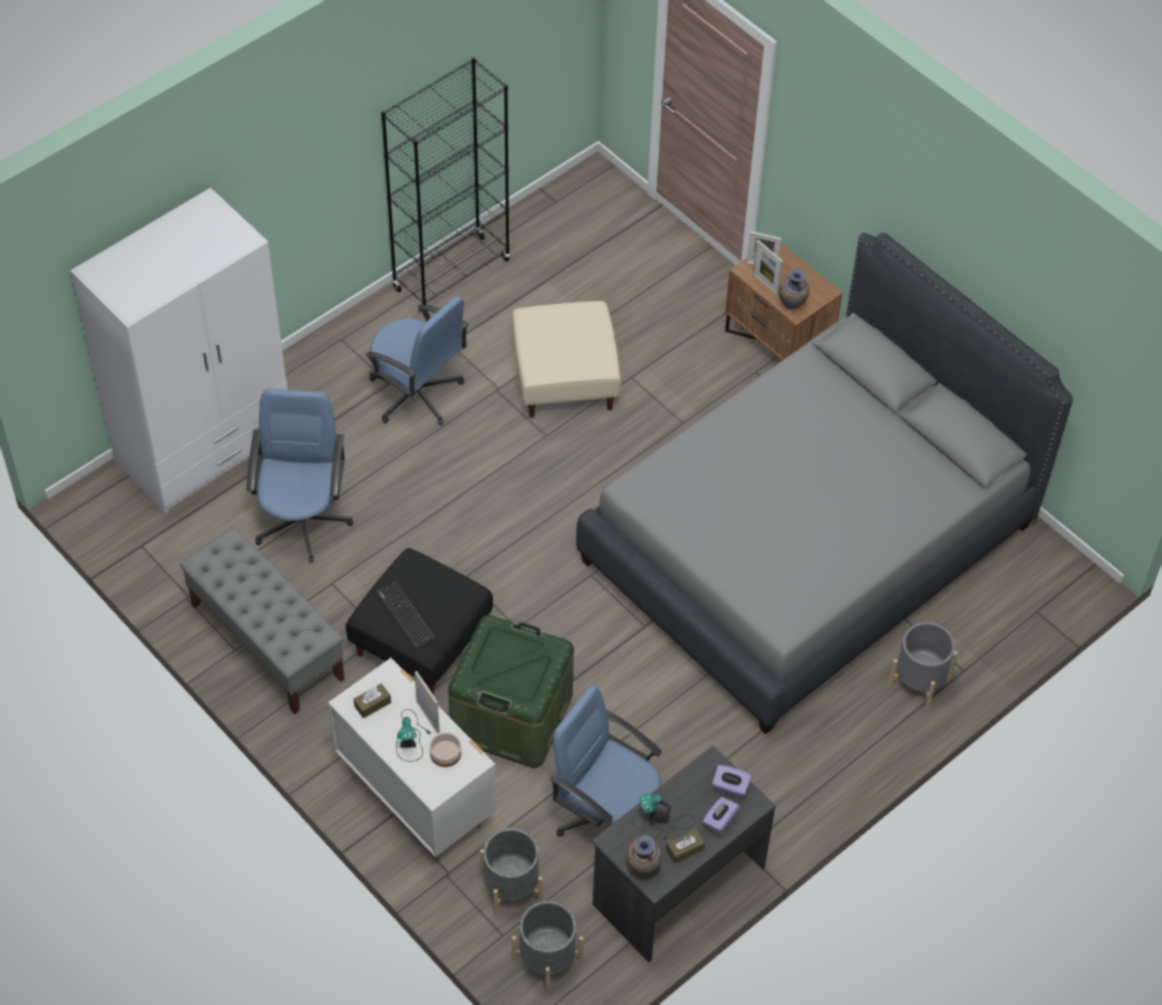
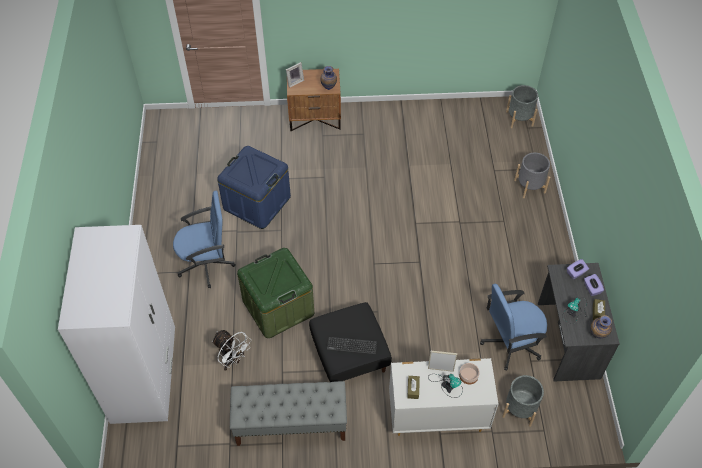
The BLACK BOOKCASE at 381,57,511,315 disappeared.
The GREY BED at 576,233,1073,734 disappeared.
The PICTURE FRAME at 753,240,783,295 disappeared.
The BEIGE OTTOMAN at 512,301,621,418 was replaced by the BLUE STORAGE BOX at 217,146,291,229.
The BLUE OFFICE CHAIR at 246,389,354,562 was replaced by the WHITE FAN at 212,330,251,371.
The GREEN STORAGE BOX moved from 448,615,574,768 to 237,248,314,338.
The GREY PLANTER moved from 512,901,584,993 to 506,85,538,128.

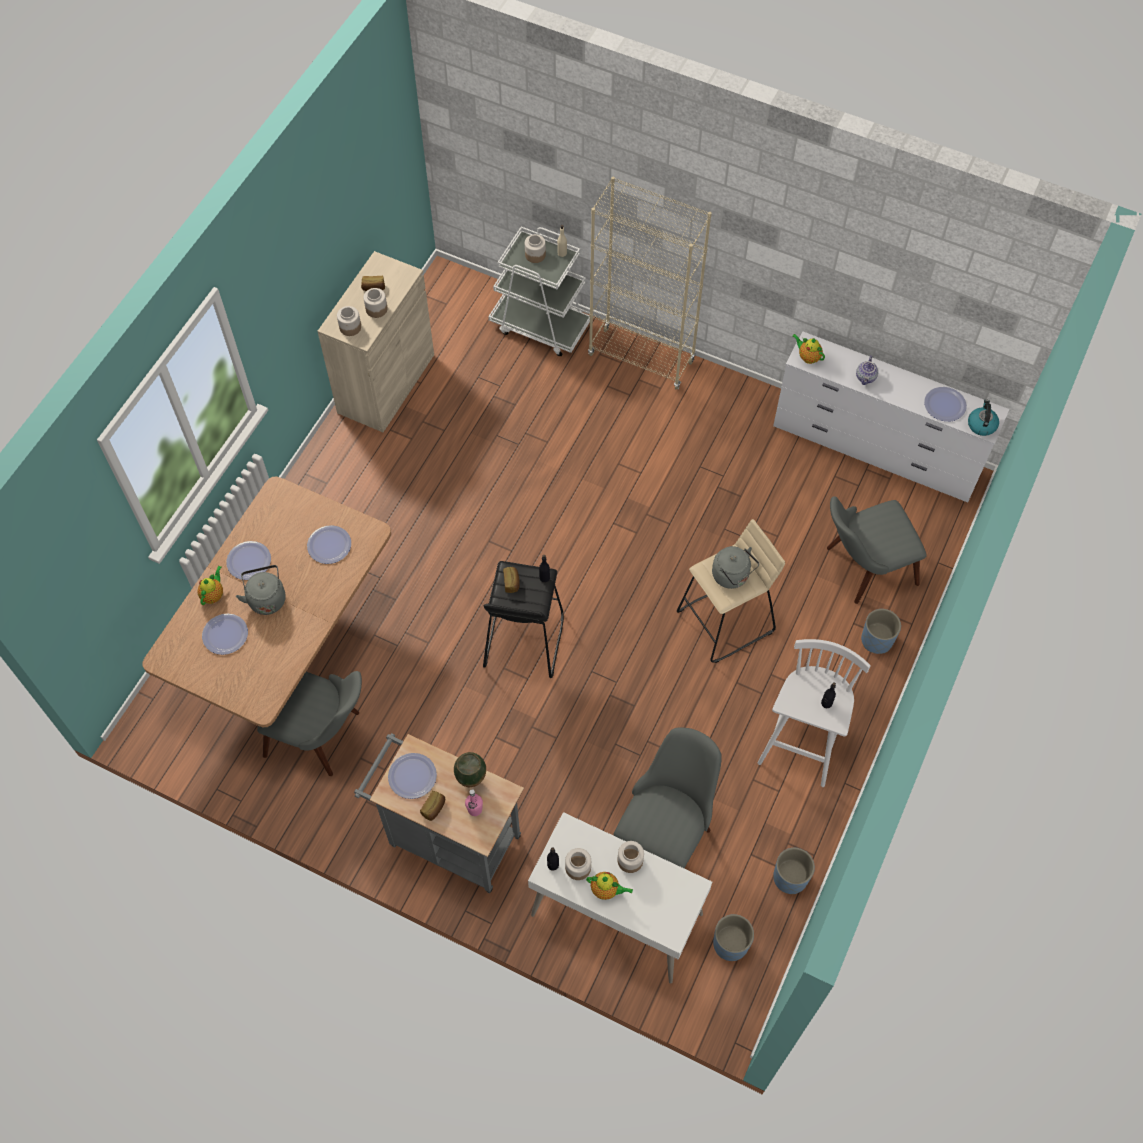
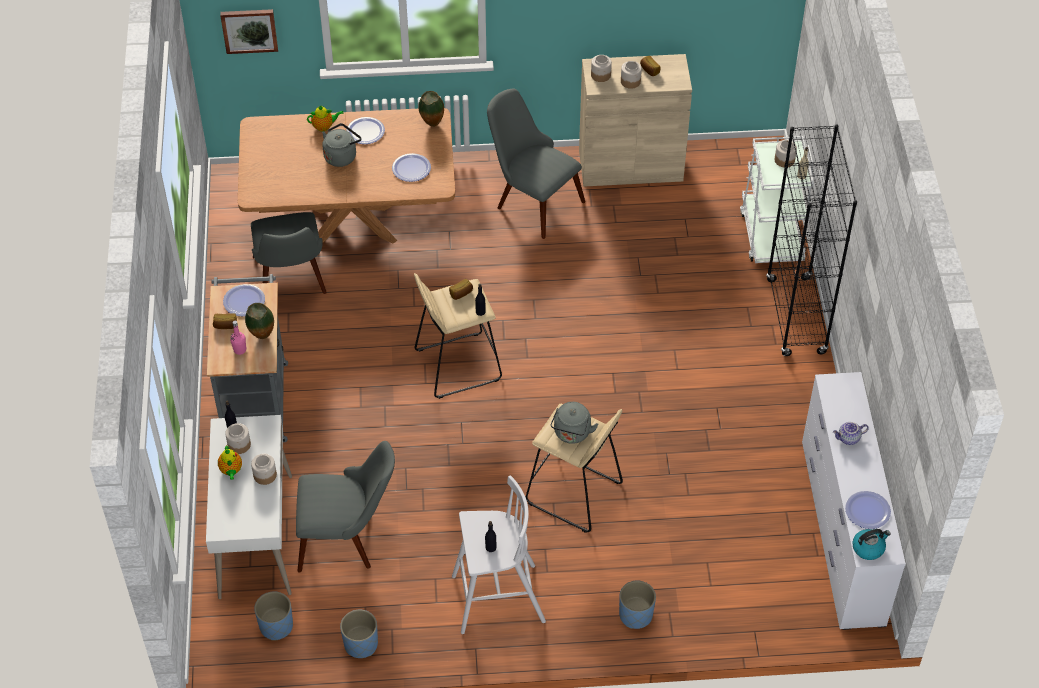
The BEIGE BOOKCASE at 588,177,712,390 became the BLACK BOOKCASE at 766,124,857,356.
The TEAPOT at 792,334,825,364 disappeared.
The GREY CHAIR moved from 827,496,926,604 to 487,89,585,239.
The BLACK STOOL at 483,561,564,678 became the BEIGE STOOL at 414,273,502,399.
The PLATE at 202,614,248,655 disappeared.
The PICTURE at 220,9,278,54 appeared.
The VASE at 418,91,444,127 appeared.

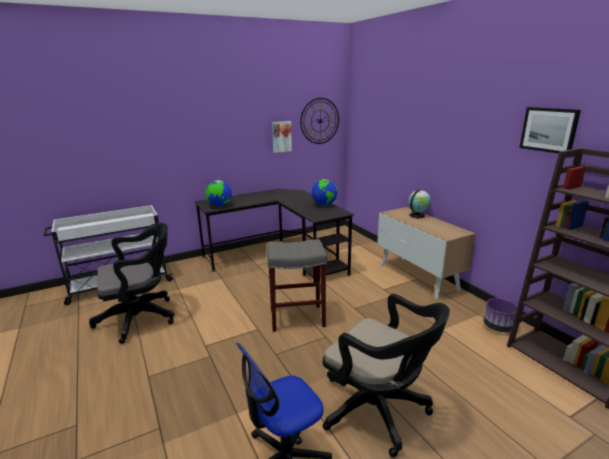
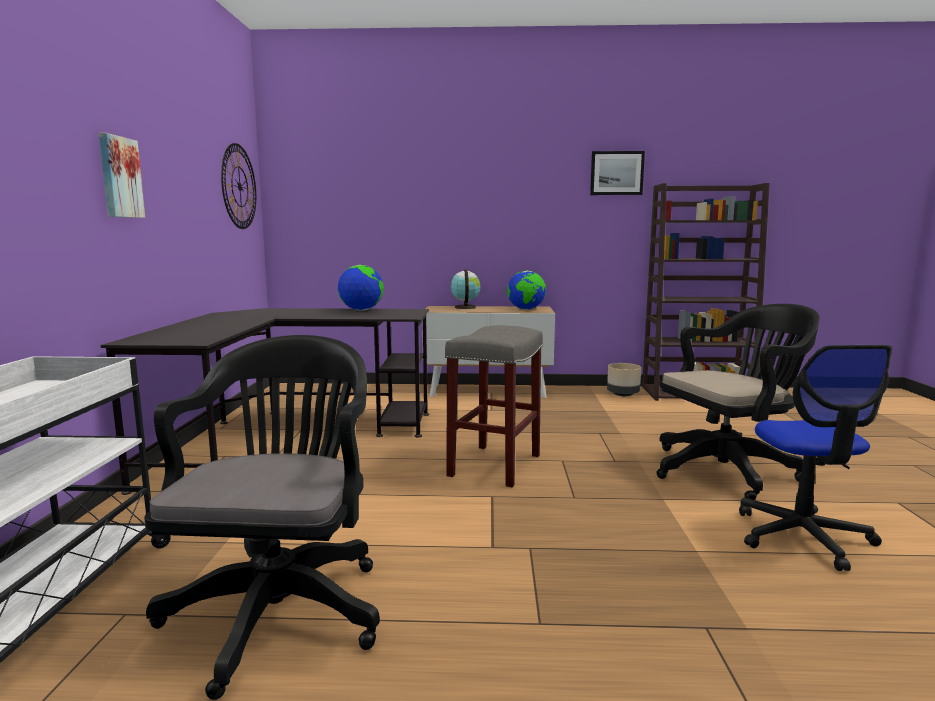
The PICTURE moved from 272,121,292,153 to 99,133,145,218.
The GLOBE moved from 205,180,232,206 to 507,271,546,310.
The PURPLE PLANTER at 483,298,517,332 became the BEIGE PLANTER at 607,363,641,396.

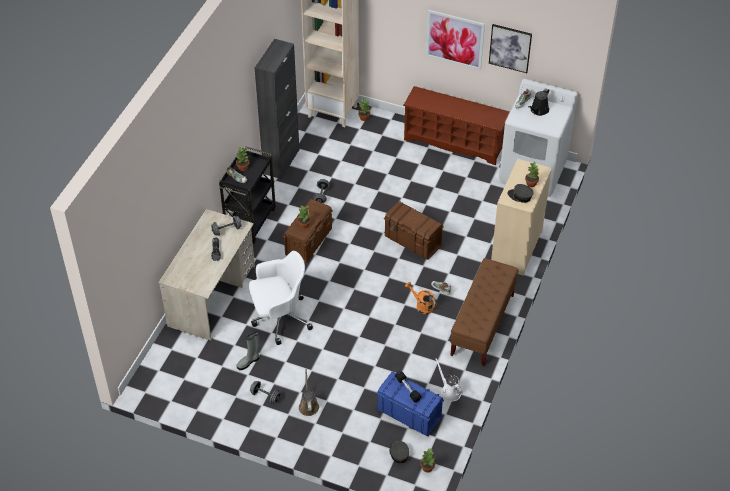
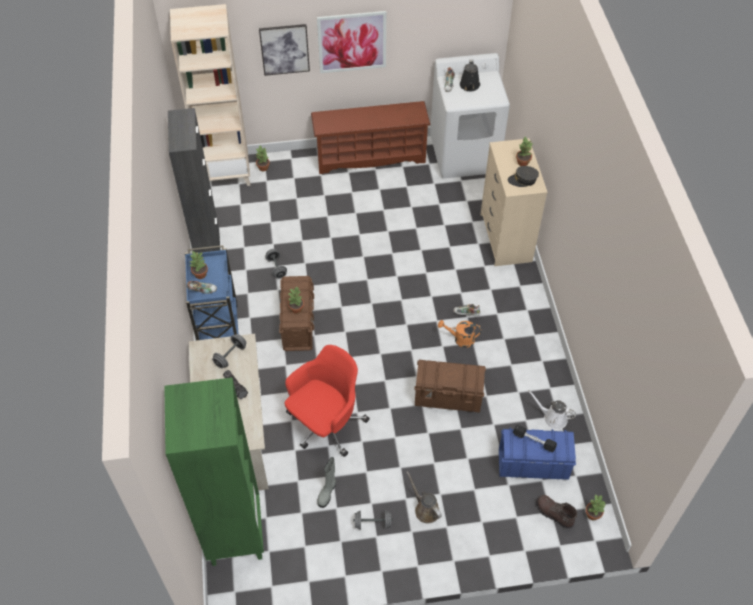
The PICTURE moved from 489,24,532,73 to 259,24,310,76.
The BLACK CART at 219,147,276,244 became the BLUE CART at 185,245,238,340.
The BROWN STORAGE BOX moved from 384,201,444,260 to 414,360,486,412.
The WHITE OFFICE CHAIR at 249,251,313,345 became the RED OFFICE CHAIR at 284,345,370,457.
The BROWN BENCH at 451,258,518,366 disappeared.
The GREY CAP at 390,441,409,463 was replaced by the BROWN BOOT at 536,495,577,529.
The GREEN BOOKCASE at 164,378,264,566 appeared.

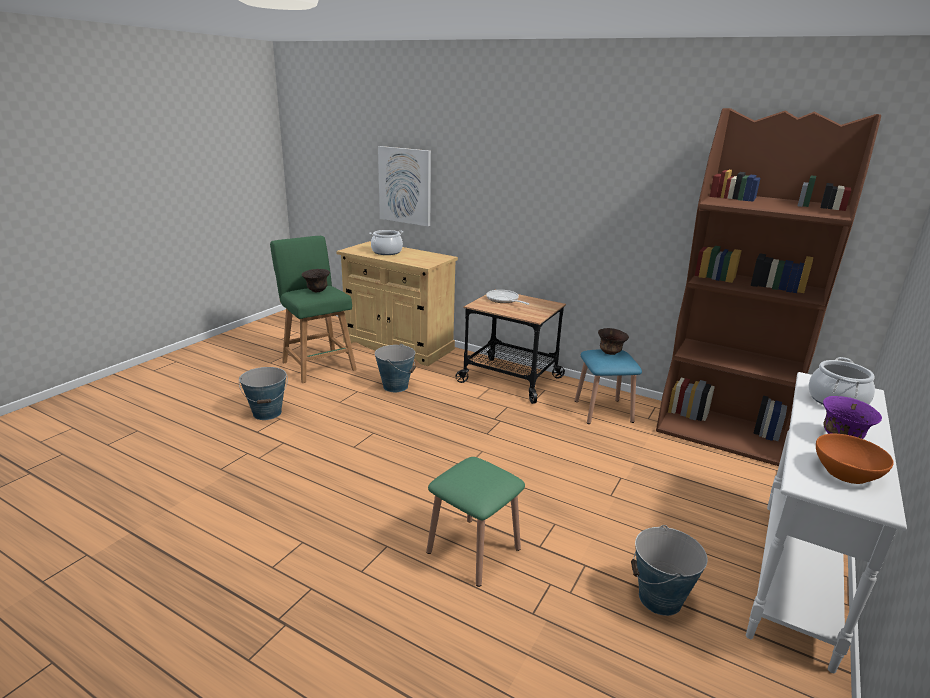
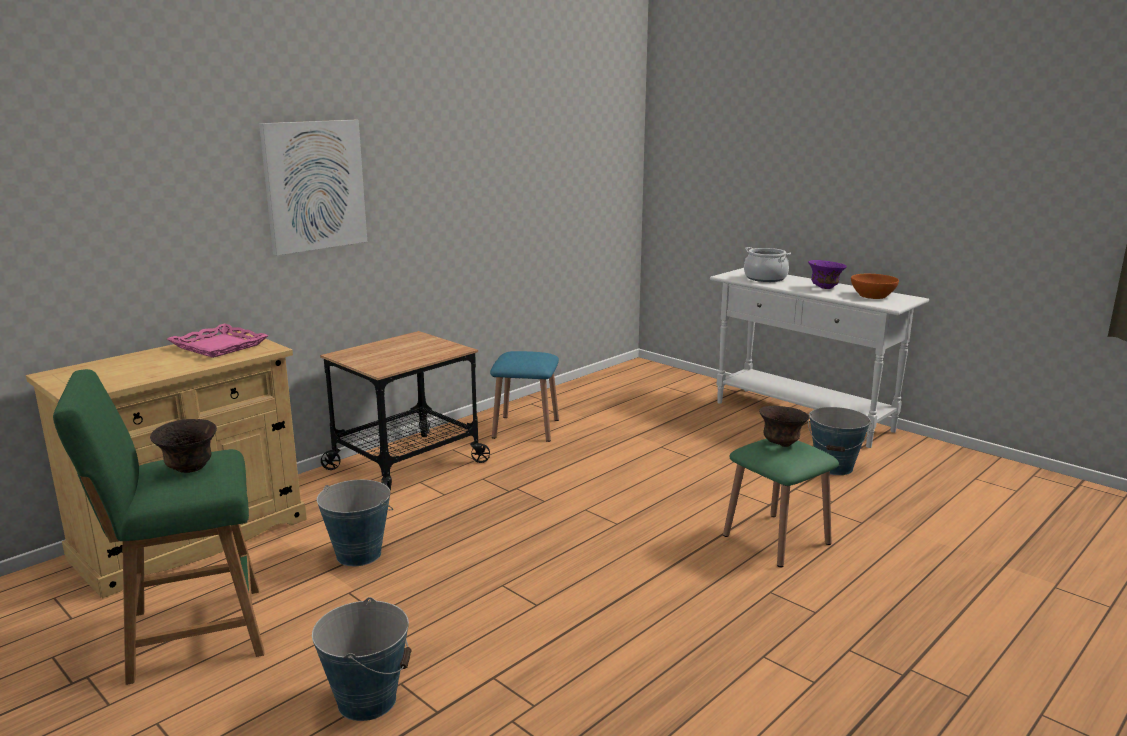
The BROWN BOOKCASE at 656,108,881,466 disappeared.
The PICTURE moved from 378,146,431,226 to 259,120,367,255.
The COOKING POT at 369,230,403,255 disappeared.
The FRYING PAN at 486,290,530,305 disappeared.
The BROWN BOWL moved from 598,328,629,355 to 759,406,810,447.
The PINK TRAY at 167,324,269,358 appeared.

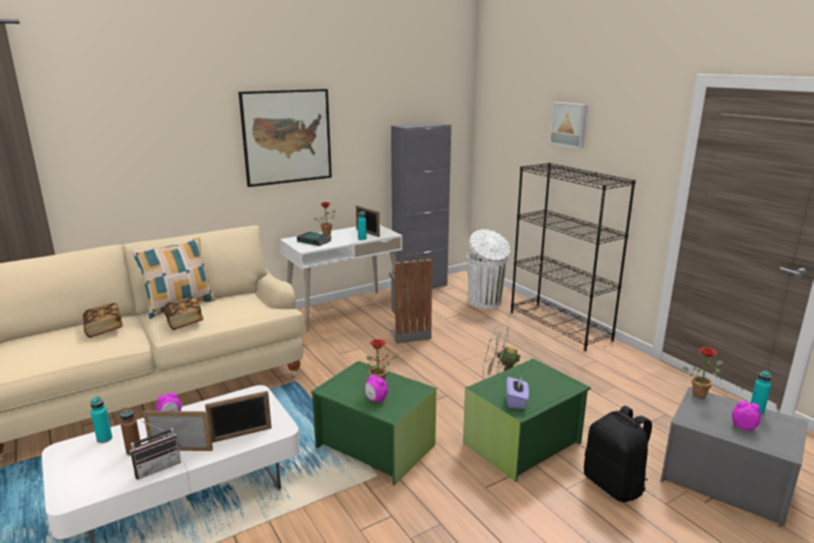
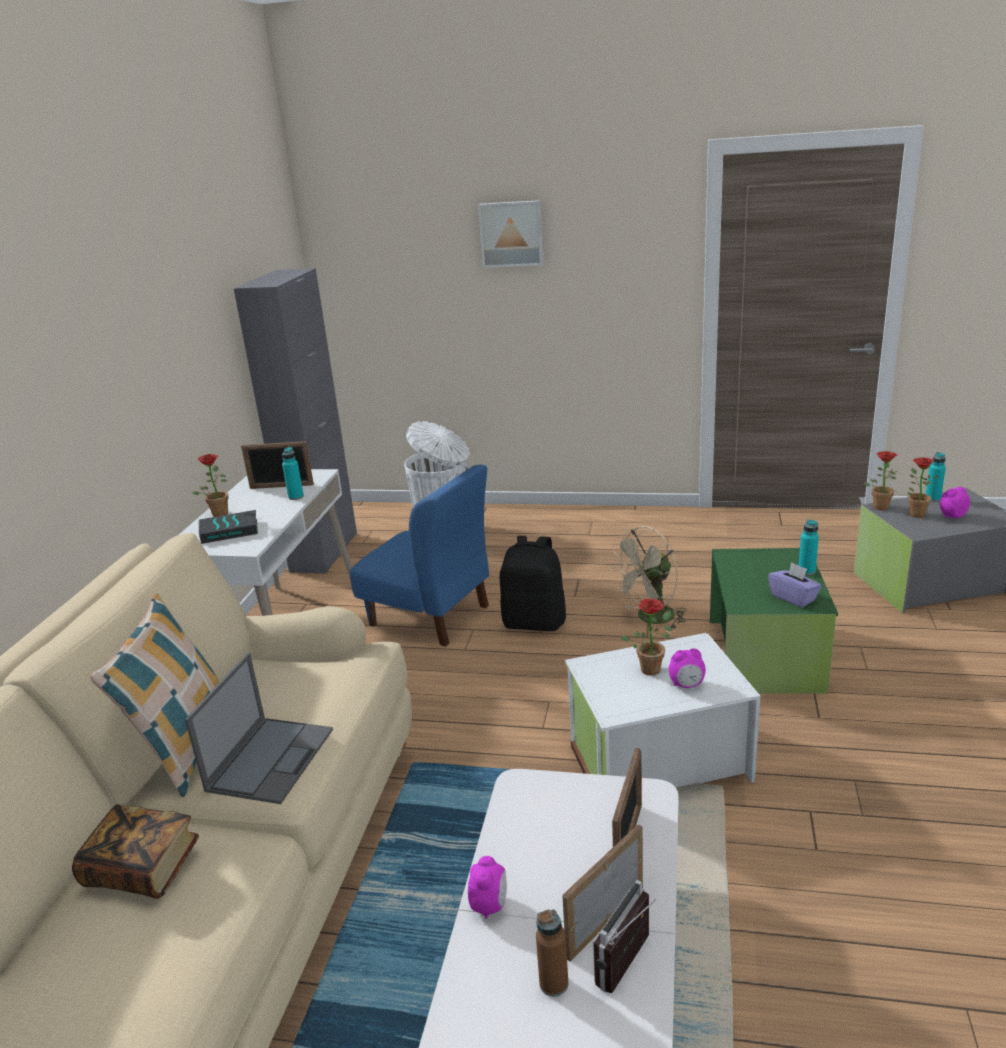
The PICTURE at 238,89,332,187 disappeared.
The BLACK BOOKCASE at 511,163,636,351 disappeared.
The GREY TRASH CAN at 389,259,432,344 was replaced by the BLUE CHAIR at 350,465,489,646.
The BOOK at 164,297,203,330 was replaced by the LAPTOP at 185,653,333,804.
The GREEN STORAGE BOX at 311,361,437,486 became the WHITE STORAGE BOX at 565,633,760,788.
The TURQUOISE BOTTLE moved from 90,397,112,443 to 799,519,819,575.
The BLACK BACKPACK moved from 584,406,652,502 to 500,536,566,631.
The RADIO at 130,421,181,480 turned 150 degrees counterclockwise.
The POTTED PLANT at 907,457,938,518 appeared.

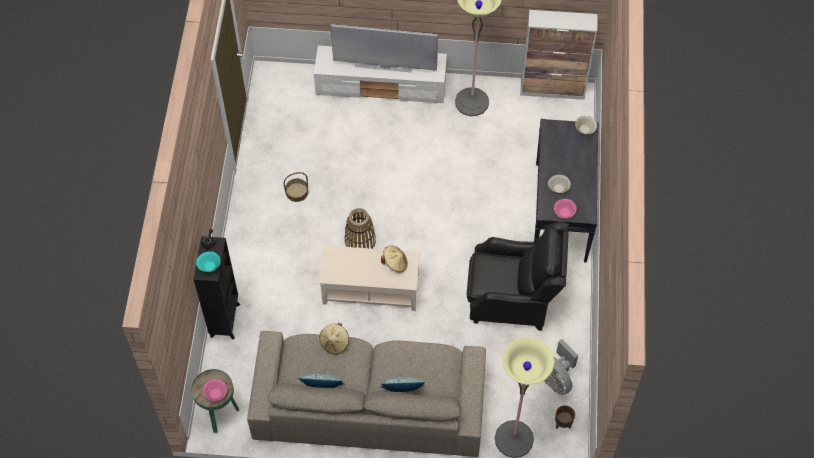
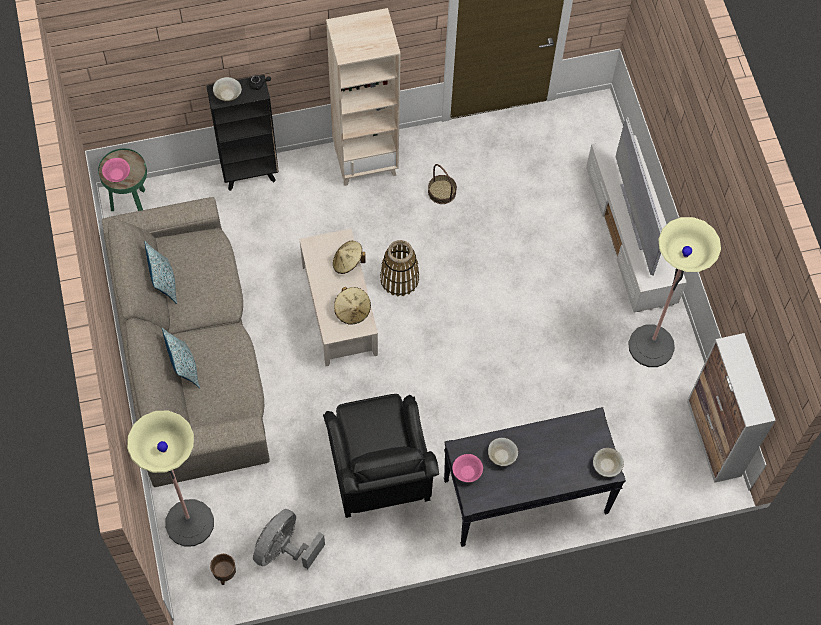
The TURQUOISE BOWL at 196,251,221,273 became the BEIGE BOWL at 213,77,242,102.
The BEIGE HAT moved from 320,323,349,354 to 333,241,366,274.
The BEIGE BOOKCASE at 326,8,401,186 appeared.

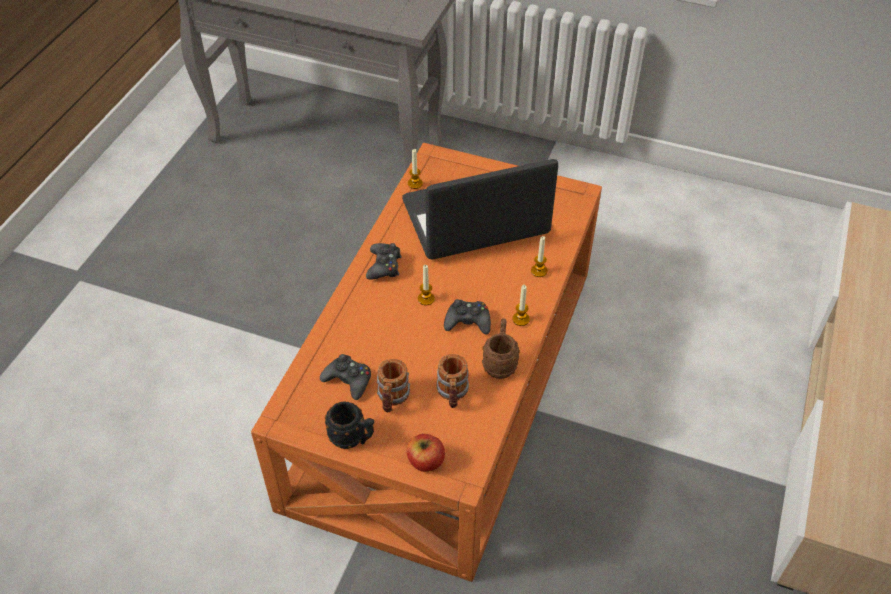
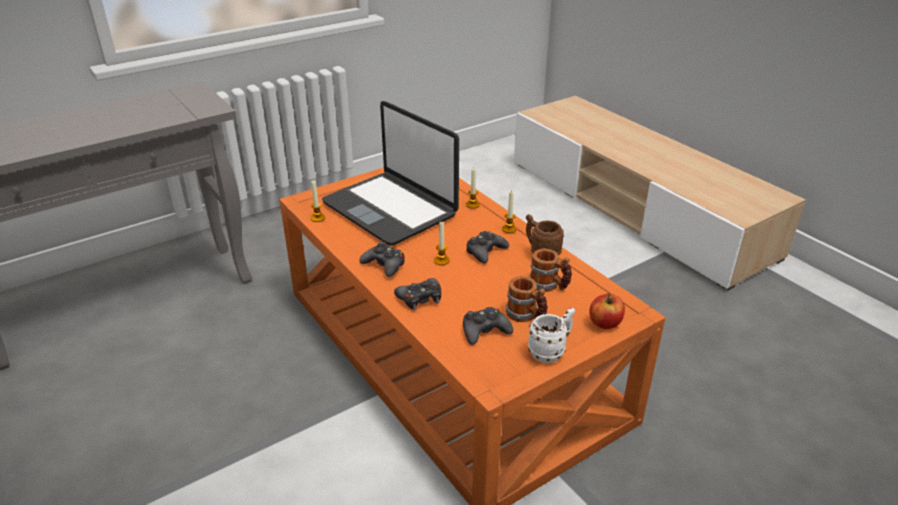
The LAPTOP at 402,159,558,260 turned 60 degrees counterclockwise.
The BLACK MUG at 325,401,374,449 became the WHITE MUG at 528,308,575,363.
The BLACK GAME CONTROLLER at 394,278,441,310 appeared.

